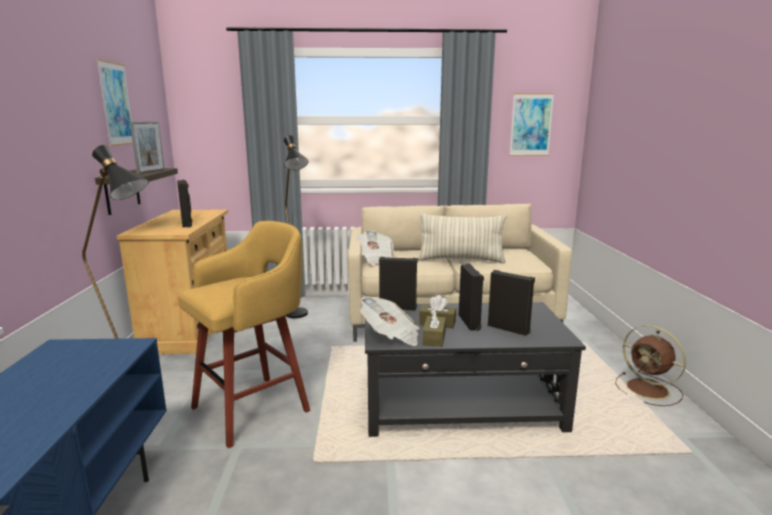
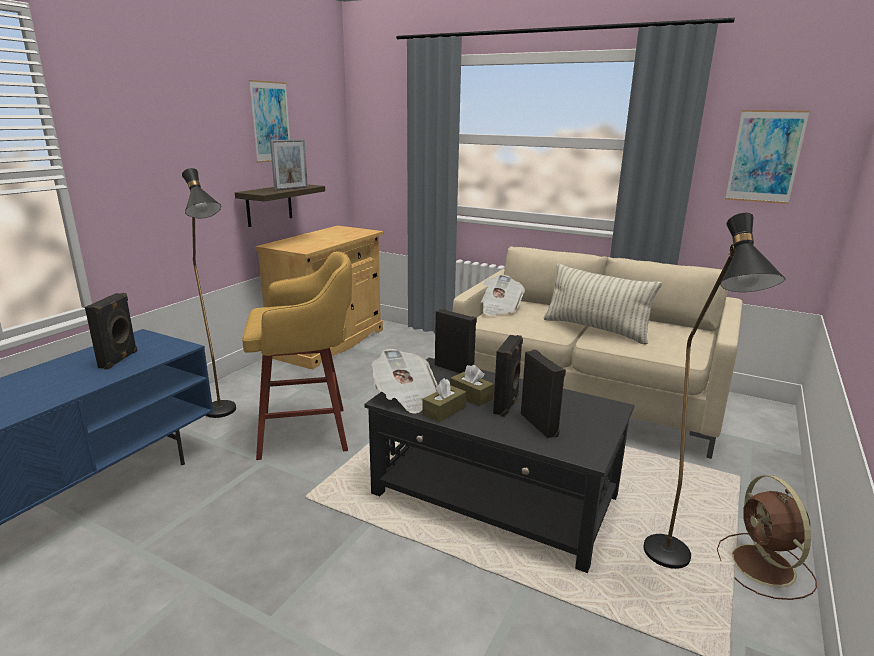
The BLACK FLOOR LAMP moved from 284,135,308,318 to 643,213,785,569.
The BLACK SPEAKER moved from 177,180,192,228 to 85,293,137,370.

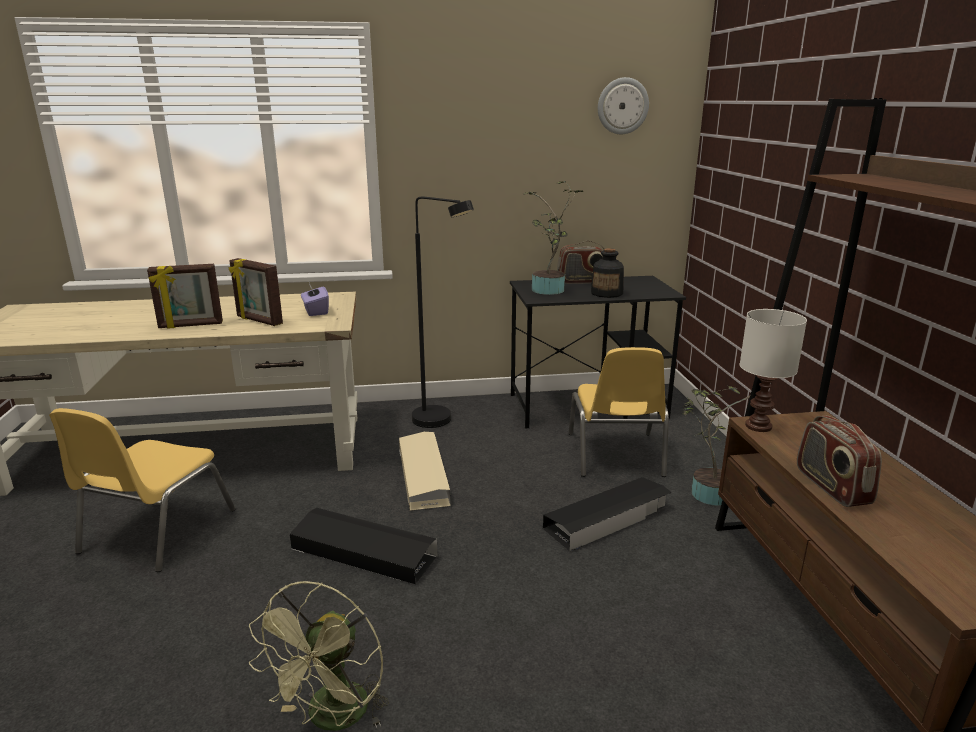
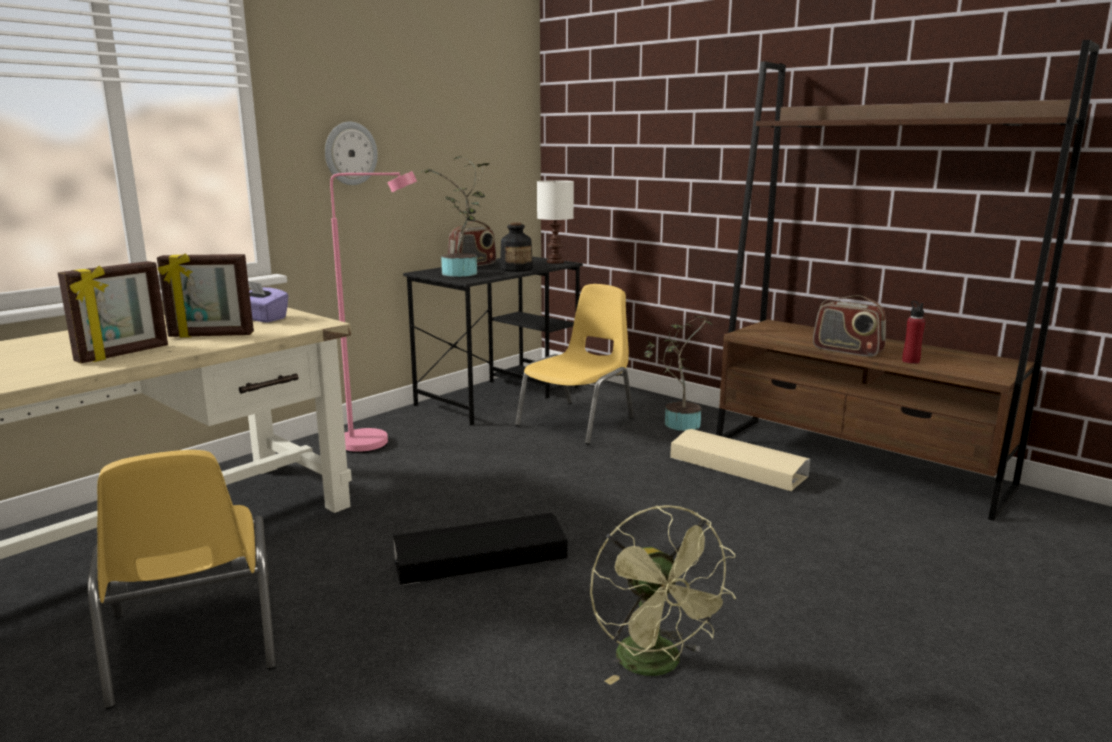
The WALL CLOCK moved from 598,77,649,134 to 325,122,378,185.
The BLACK FLOOR LAMP at 412,197,474,428 became the PINK FLOOR LAMP at 330,171,417,453.
The WHITE TABLE LAMP moved from 740,309,807,432 to 537,180,574,264.
The YELLOW CHAIR at 569,347,669,477 turned 105 degrees counterclockwise.
The BEIGE STORAGE BOX moved from 399,432,451,510 to 670,429,811,491.
The BLACK STORAGE BOX at 543,477,672,551 disappeared.
The RED BOTTLE at 902,301,925,364 appeared.

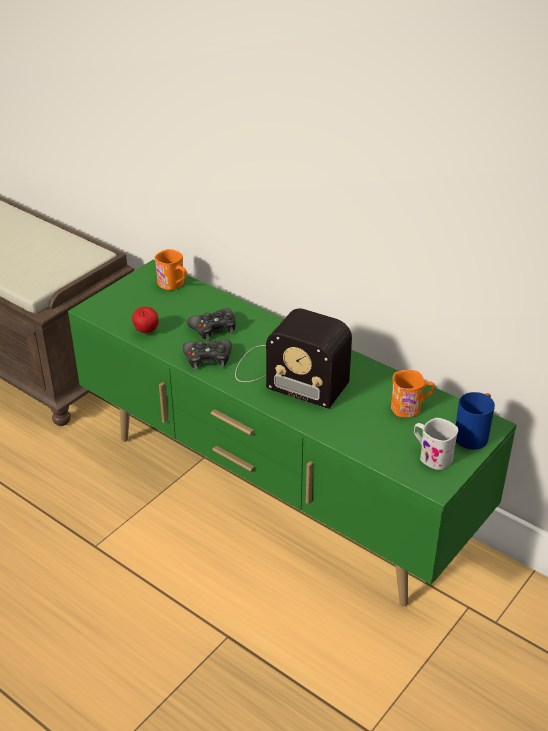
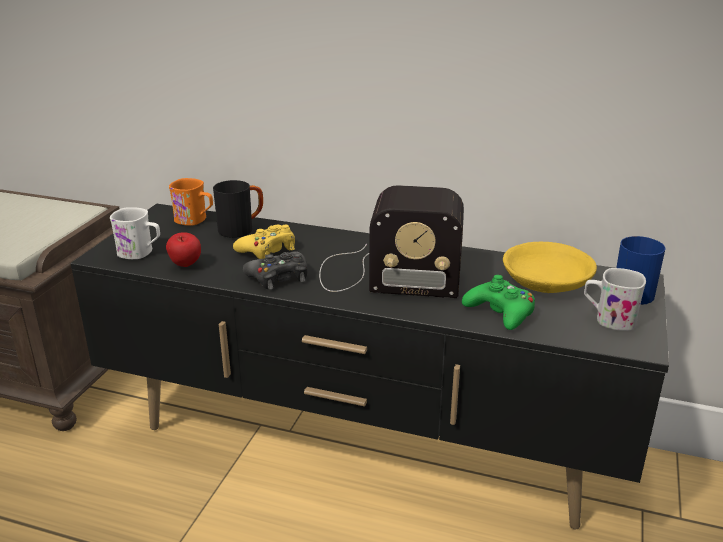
The GREEN TV STAND at 68,260,517,606 became the BLACK TV STAND at 70,204,669,530.
The BLACK GAME CONTROLLER at 187,308,236,340 became the YELLOW GAME CONTROLLER at 233,225,295,259.
The ORANGE MUG at 391,370,434,417 was replaced by the YELLOW BOWL at 503,242,597,293.
The BLACK MUG at 213,180,263,238 appeared.
The WHITE MUG at 110,207,160,259 appeared.
The GREEN GAME CONTROLLER at 462,275,535,330 appeared.

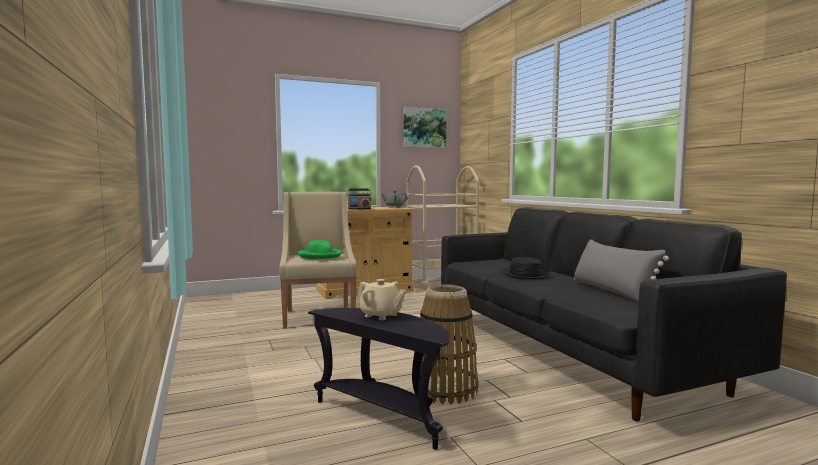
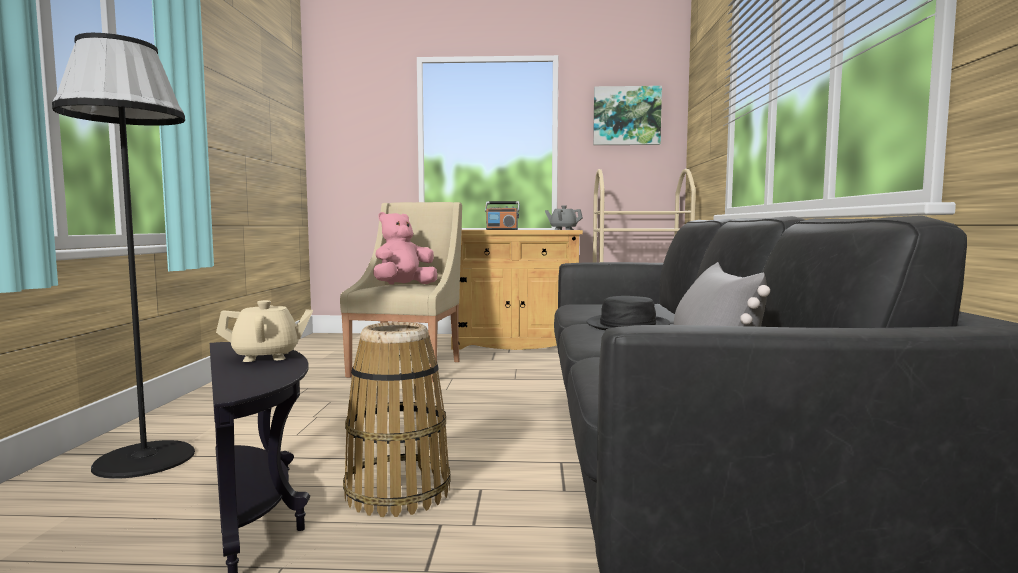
The GREEN HAT at 297,240,342,259 was replaced by the PINK PLUSH TOY at 374,212,437,284.
The BEIGE TEAPOT at 358,279,407,320 turned 75 degrees counterclockwise.
The BLACK FLOOR LAMP at 52,33,195,479 appeared.

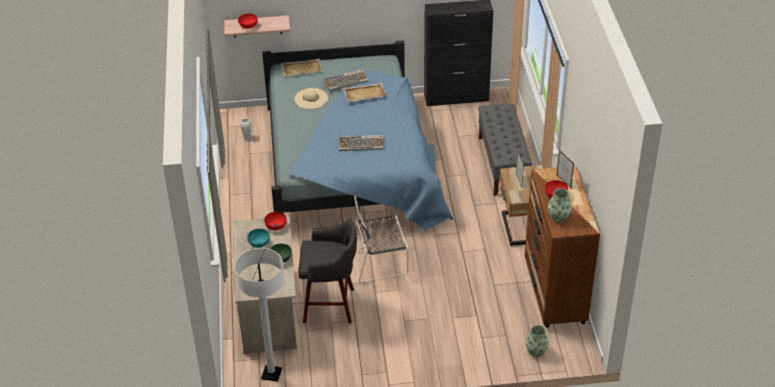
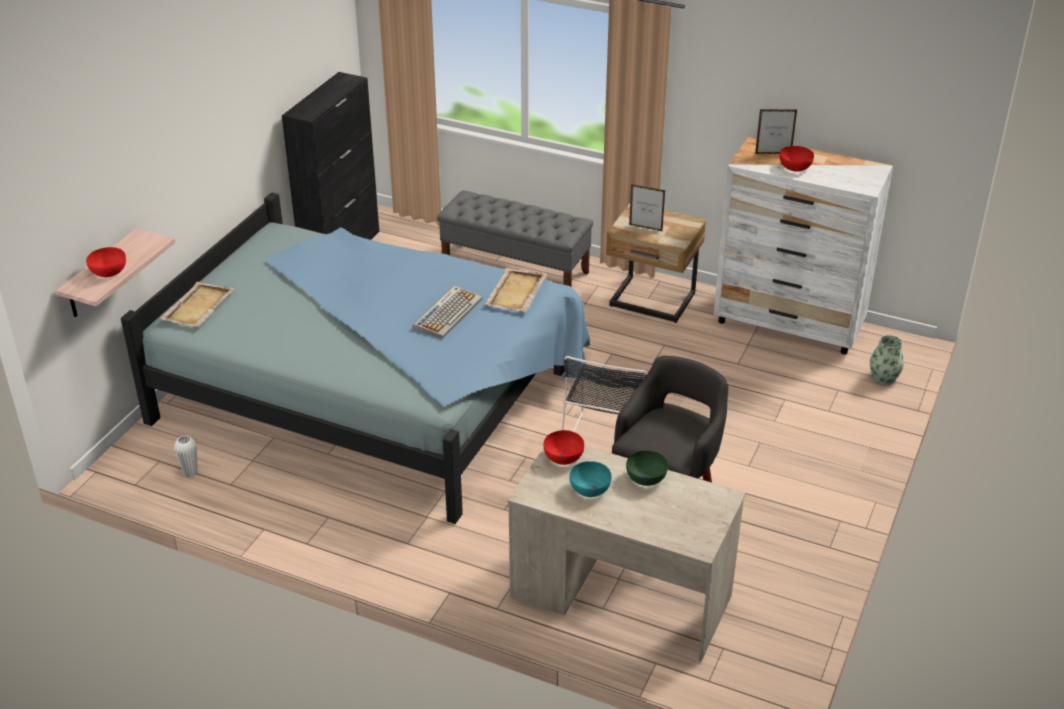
The KEYBOARD at 323,69,369,91 disappeared.
The BEIGE TRAY moved from 343,83,387,102 to 484,268,547,312.
The BEIGE HAT at 294,88,328,109 disappeared.
The BROWN DRESSER at 525,166,600,328 became the WHITE DRESSER at 713,136,893,354.
The VASE at 548,188,572,223 disappeared.
The WHITE FLOOR LAMP at 235,248,284,382 disappeared.

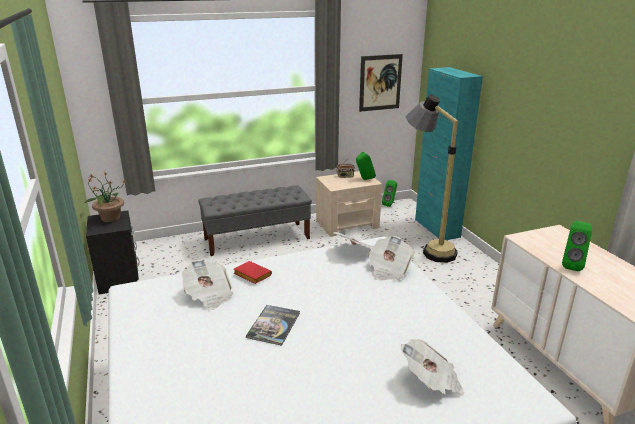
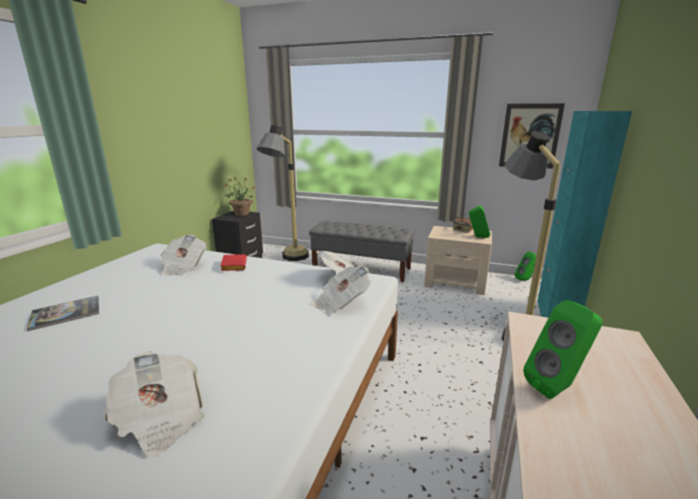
The BOOK moved from 246,305,300,346 to 27,296,99,331.
The FLOOR LAMP at 257,125,309,261 appeared.

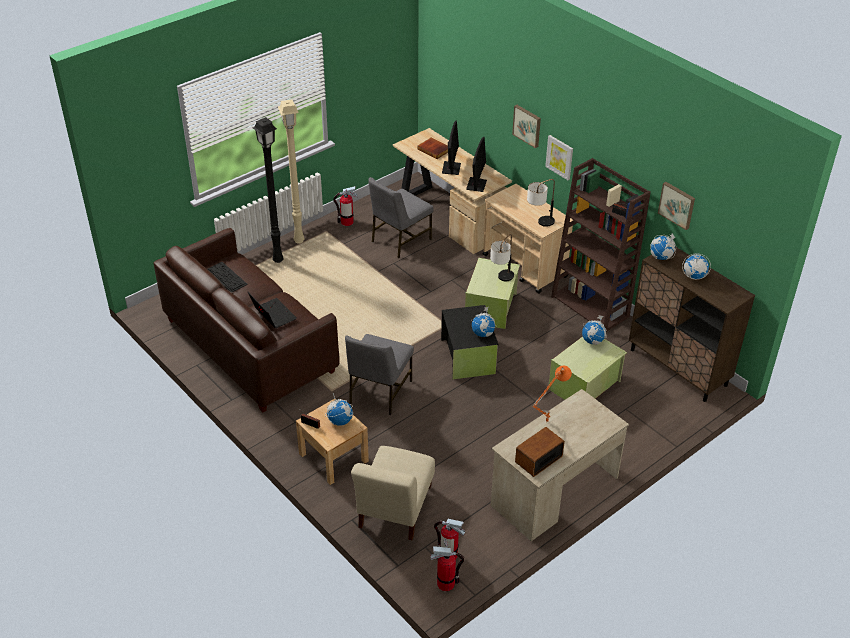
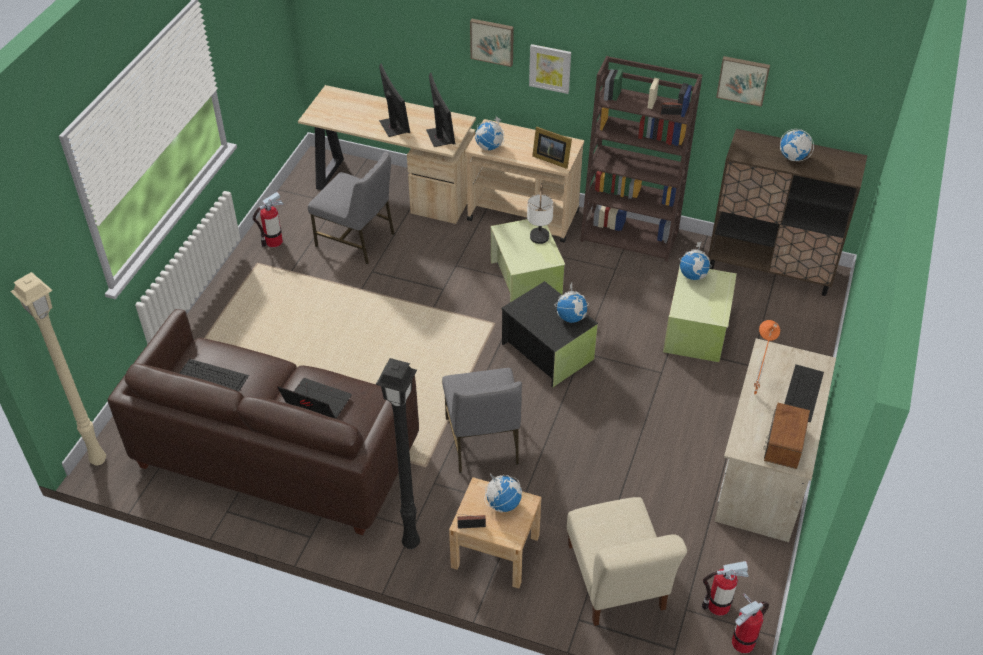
The BEIGE FLOOR LAMP moved from 278,100,305,244 to 10,272,106,465.
The BLACK FLOOR LAMP moved from 253,117,284,263 to 376,358,420,549.
The BOOK at 417,138,448,159 disappeared.
The GREY CHAIR at 368,177,434,258 turned 75 degrees counterclockwise.
The TABLE LAMP at 527,179,555,227 was replaced by the PICTURE FRAME at 532,127,572,169.
The GLOBE moved from 650,234,676,260 to 475,116,504,151.
The KEYBOARD at 784,364,824,422 appeared.

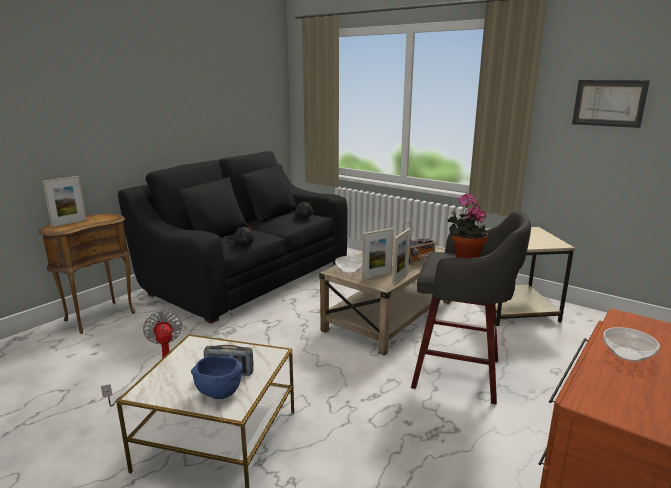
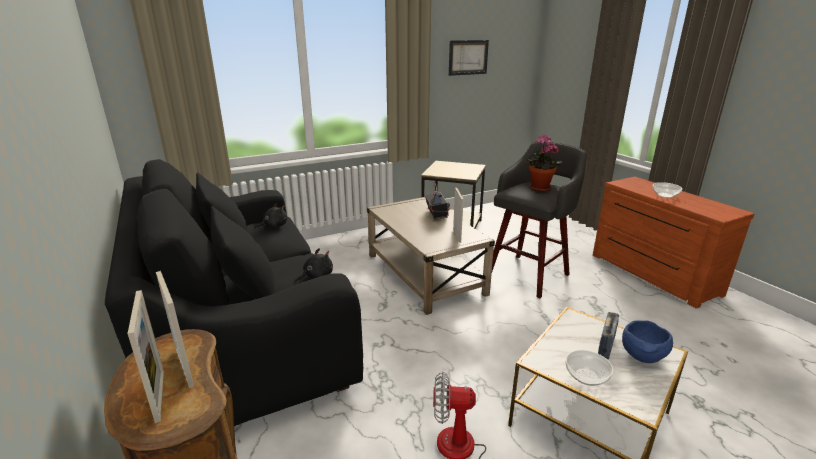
The PICTURE FRAME moved from 392,228,410,285 to 156,271,194,388.
The BOWL moved from 335,256,362,273 to 565,350,613,386.

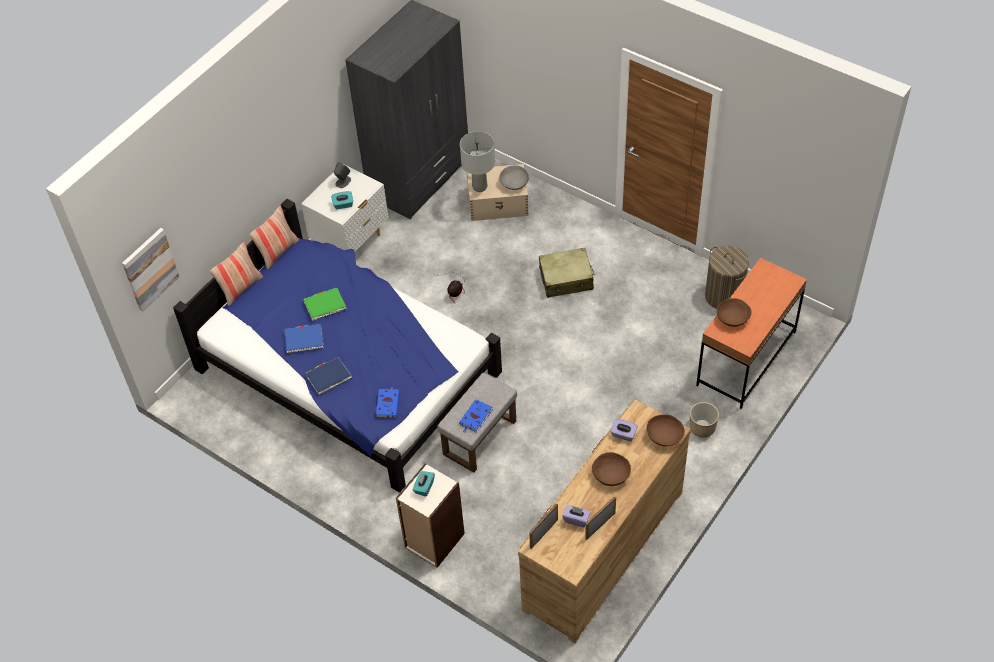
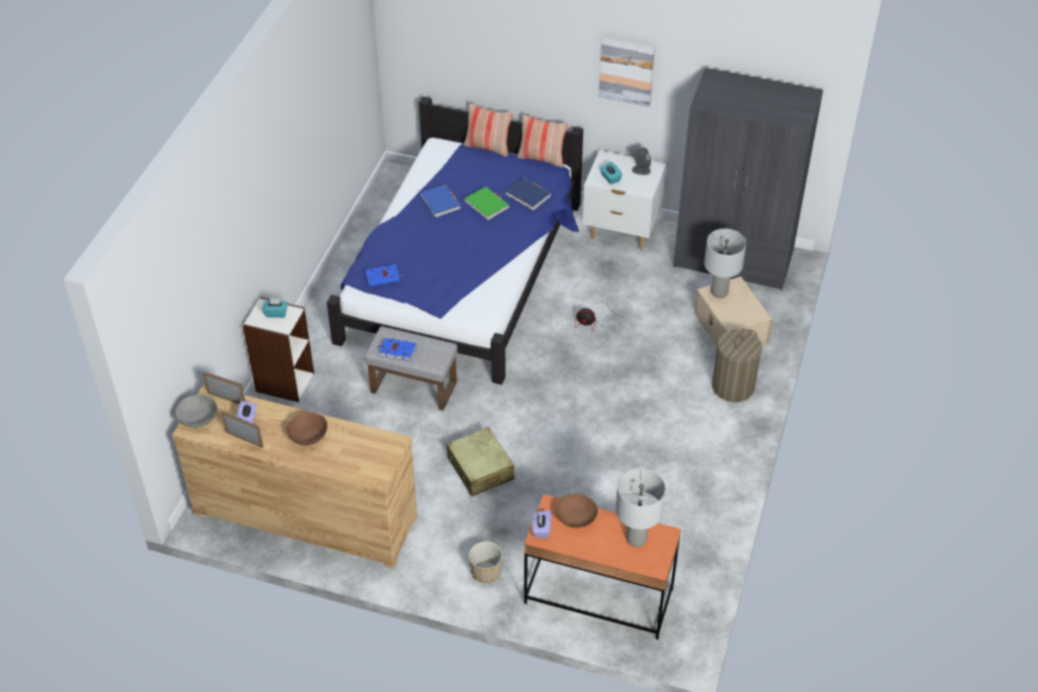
The GREY BOWL moved from 499,165,529,190 to 176,395,217,428.
The PICTURE moved from 122,228,180,312 to 599,37,655,107.
The LAUNDRY BASKET moved from 705,246,749,309 to 712,329,762,402.
The BEIGE SUITCASE moved from 539,248,595,298 to 446,427,515,496.
The BLUE BOOK moved from 305,357,352,395 to 505,178,551,211.
The BROWN BOWL at 646,414,685,446 disappeared.
The PURPLE TISSUE BOX moved from 610,419,638,441 to 533,510,551,538.
The GREY TABLE LAMP at 616,468,666,547 appeared.

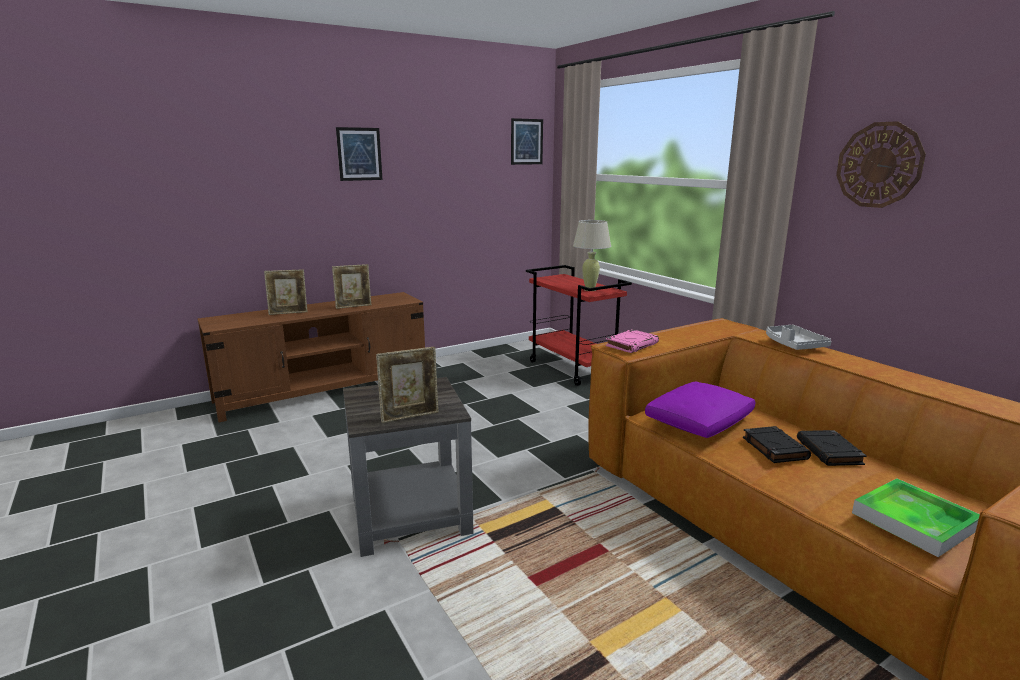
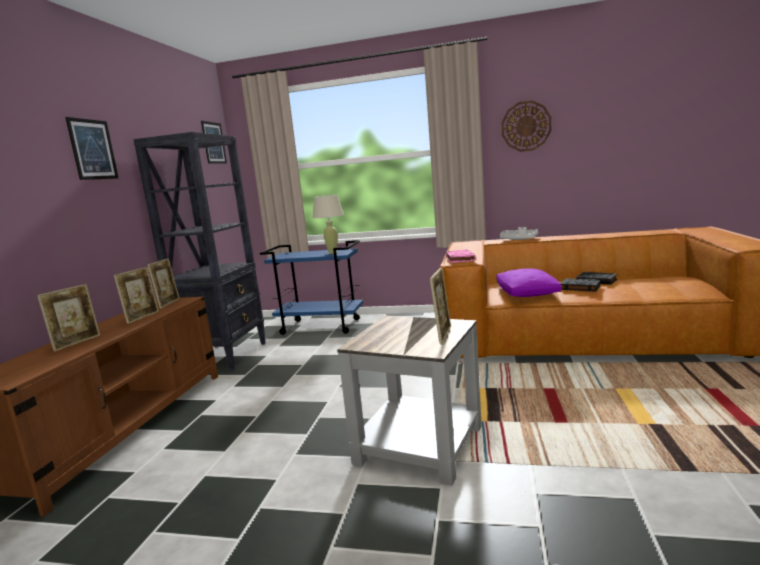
The RED CART at 526,265,632,386 became the BLUE CART at 260,240,363,335.
The TRAY at 852,478,980,557 disappeared.
The BLACK BOOKCASE at 133,132,266,370 appeared.
The PICTURE FRAME at 148,258,180,309 appeared.

